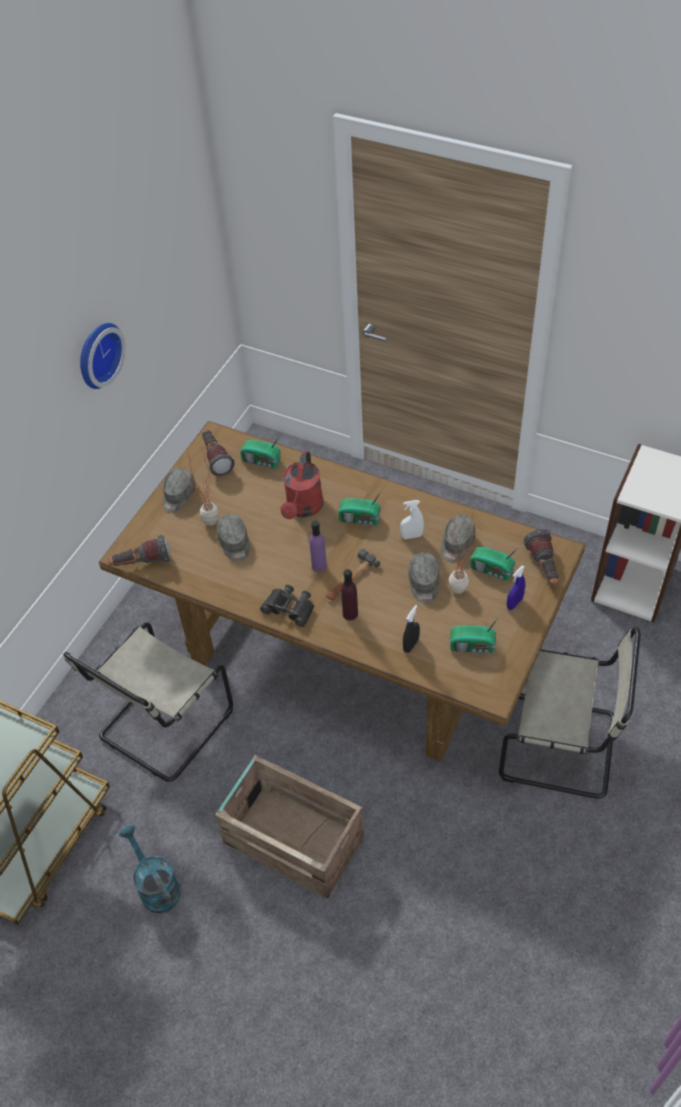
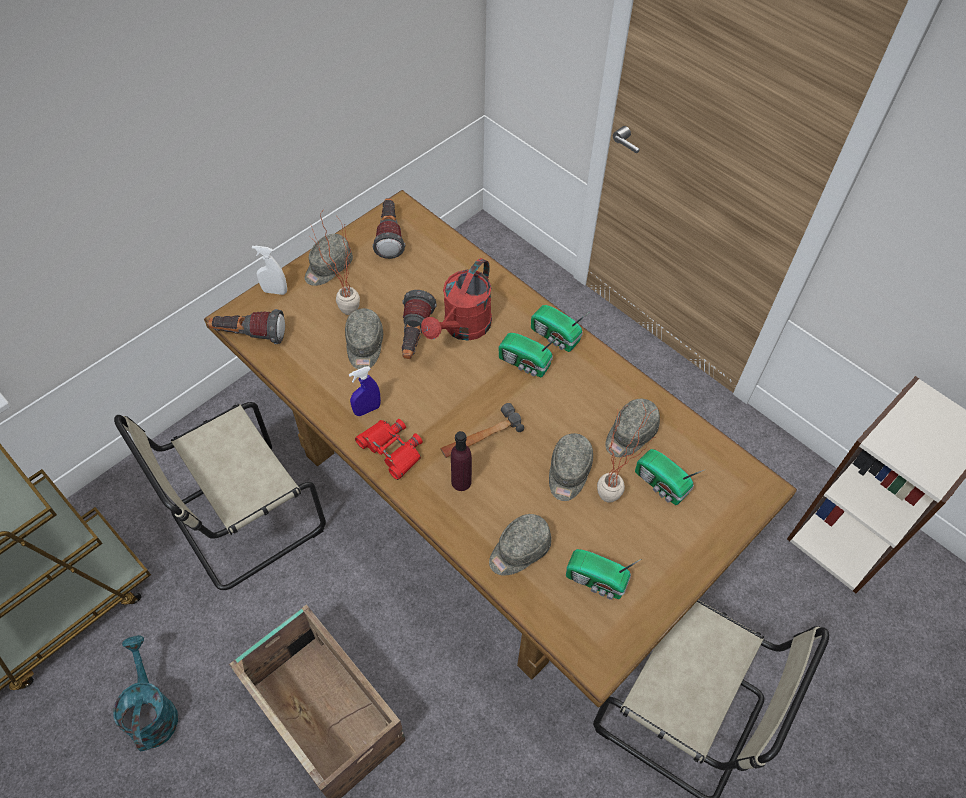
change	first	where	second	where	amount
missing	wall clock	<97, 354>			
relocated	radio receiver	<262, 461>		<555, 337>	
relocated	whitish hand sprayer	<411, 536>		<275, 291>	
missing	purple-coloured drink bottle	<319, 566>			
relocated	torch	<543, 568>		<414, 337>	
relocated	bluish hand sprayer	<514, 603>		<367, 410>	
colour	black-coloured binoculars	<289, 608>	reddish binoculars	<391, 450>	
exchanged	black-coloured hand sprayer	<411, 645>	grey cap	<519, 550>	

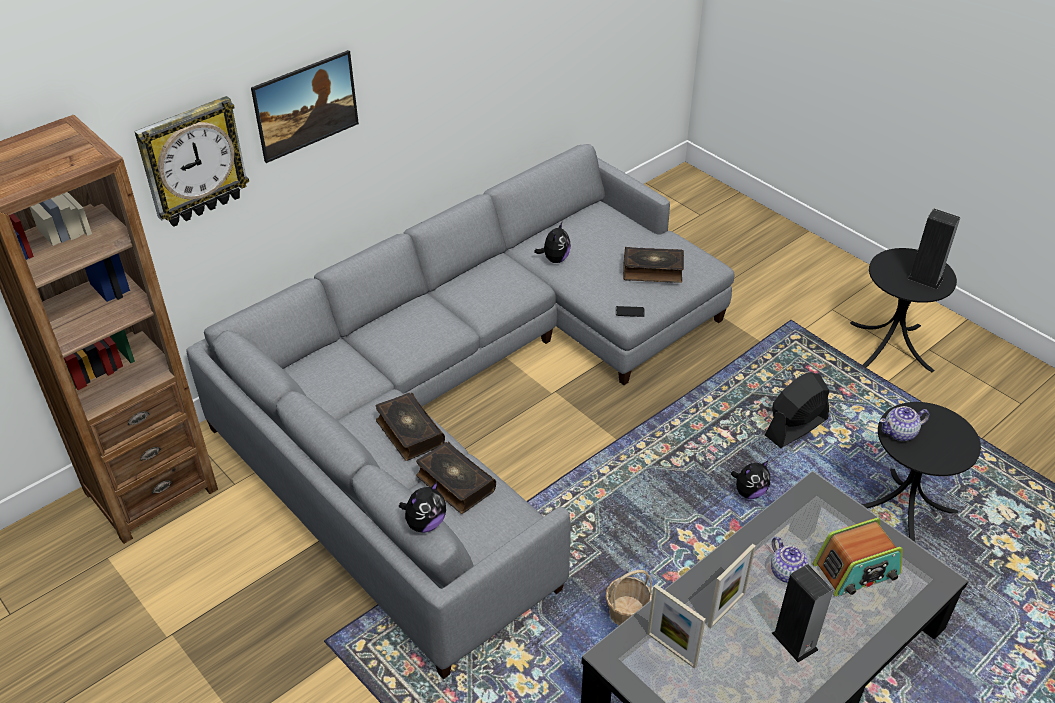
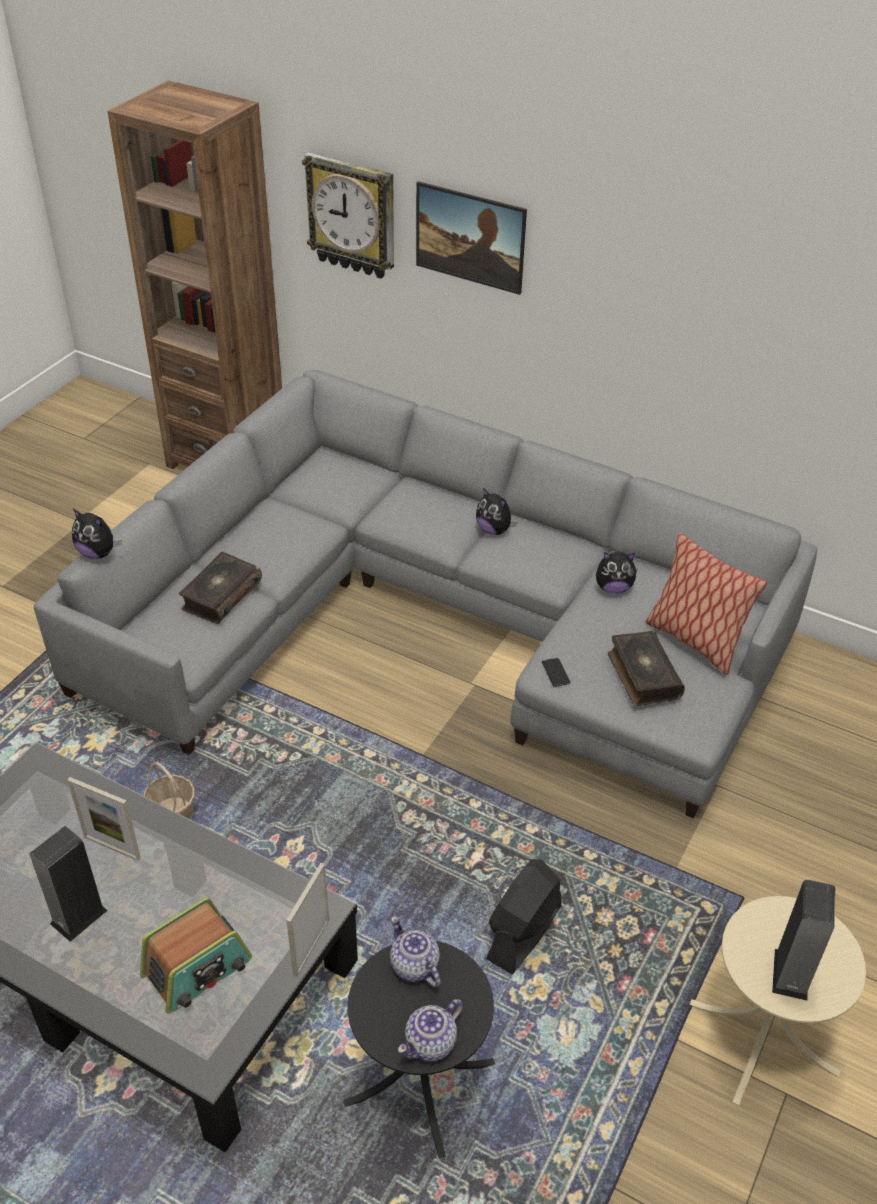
change	first	where	second	where	amount
colour	black-coloured end table	<891, 346>	beige-coloured end table	<761, 1037>	
spun	black-coloured fan	<795, 428>		<523, 933>	90 degrees counterclockwise
missing	volume	<409, 433>			
relocated	plush toy	<749, 492>		<494, 530>	
spun	radio receiver	<856, 570>		<197, 968>	90 degrees counterclockwise
relocated	teapot	<787, 572>		<431, 1043>	
relocated	picture frame	<671, 649>		<311, 947>	
appeared			throw pillow	<694, 640>	

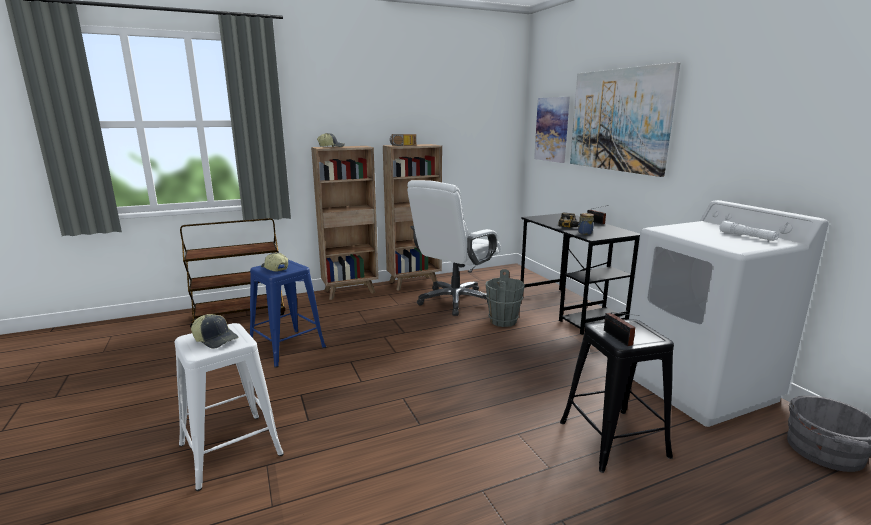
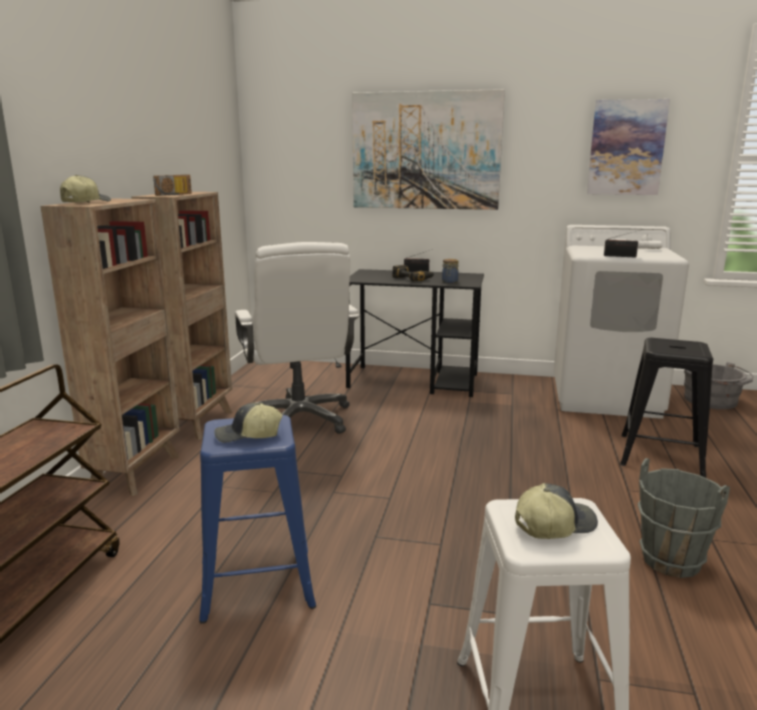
change	first	where	second	where	amount
relocated	wall picture	<552, 129>		<626, 148>	
relocated	grey water bucket	<503, 321>		<671, 560>	
relocated	radio receiver	<618, 338>		<621, 256>	

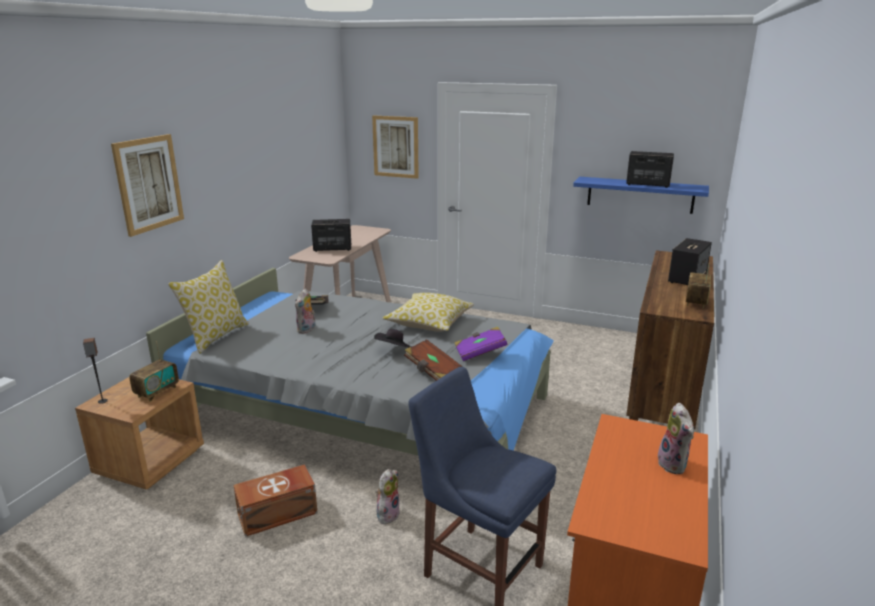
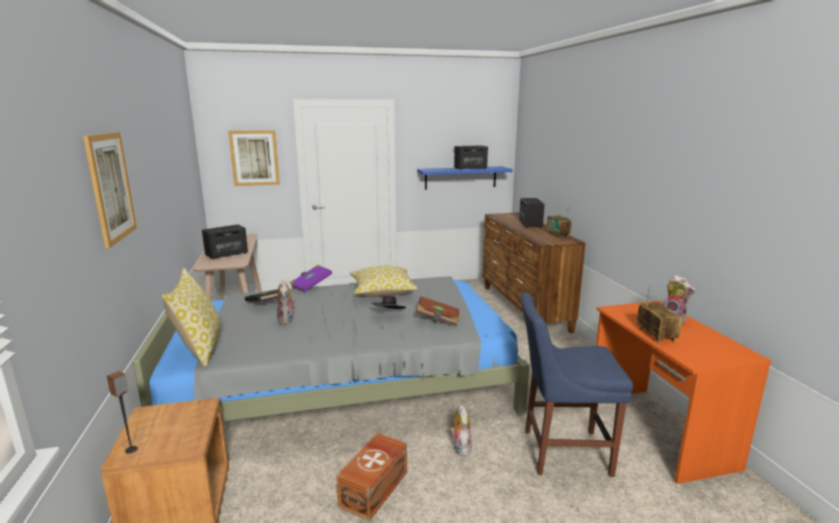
change	first	where	second	where	amount
relocated	purple-coloured volume	<480, 353>		<311, 285>	
relocated	radio receiver	<157, 392>		<656, 335>	

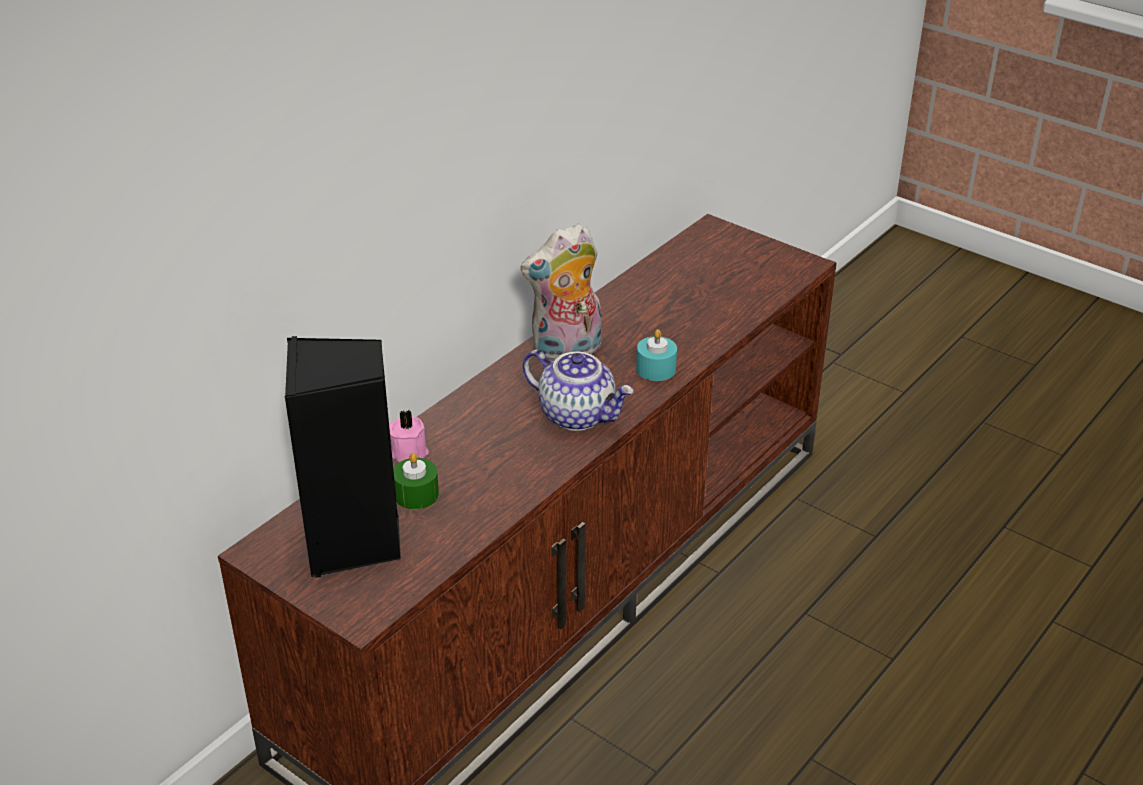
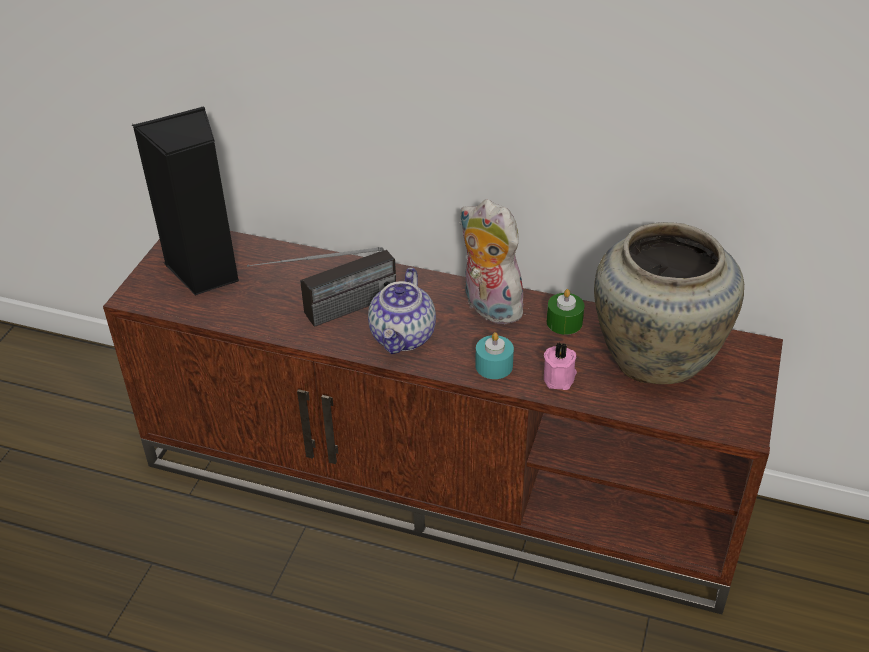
change	first	where	second	where	amount
relocated	pinkish candle	<409, 452>		<560, 378>	
relocated	green-coloured candle	<416, 494>		<564, 322>	
appeared			beige-coloured flower vase	<656, 355>	
appeared			radio receiver	<329, 314>	

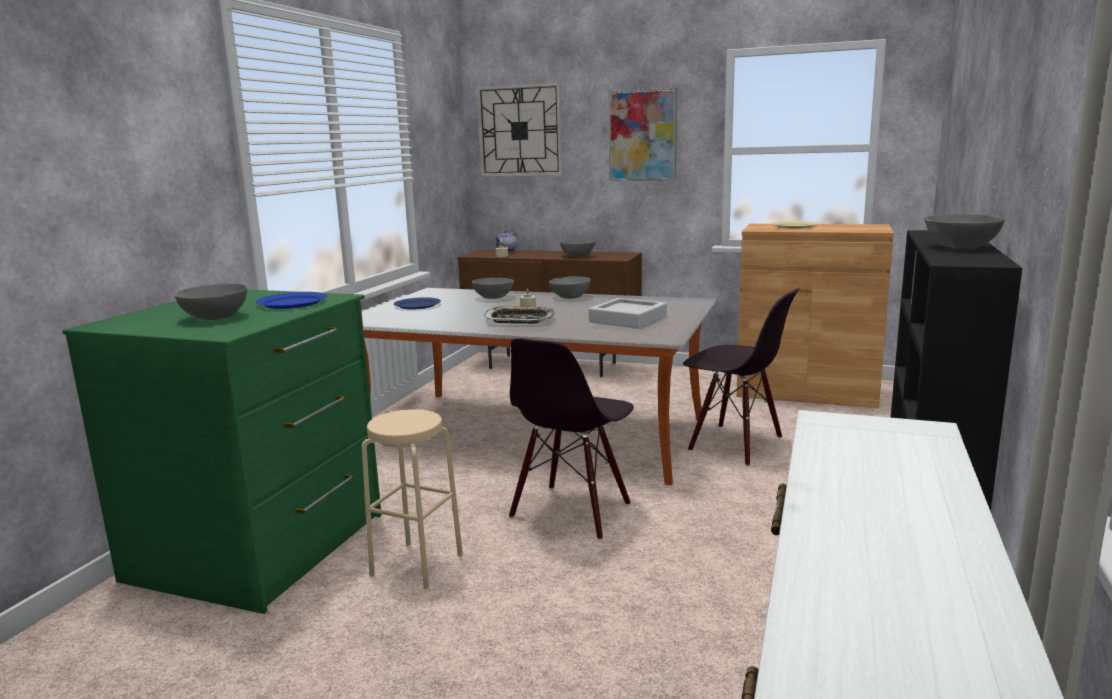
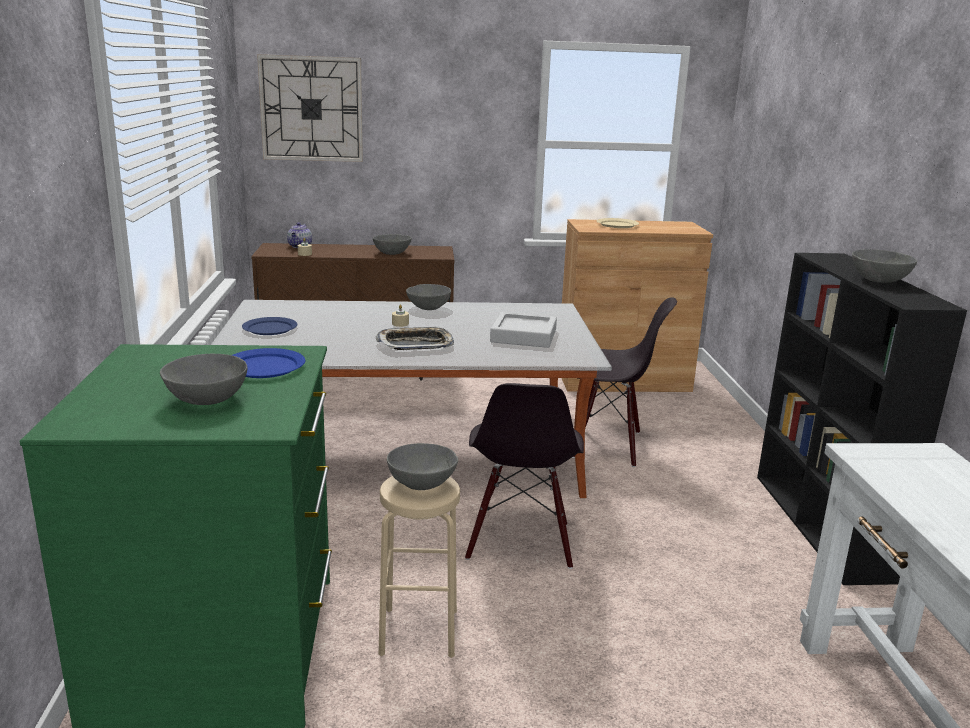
change	first	where	second	where	amount
missing	wall picture	<642, 135>			
relocated	grey deep dish	<493, 297>		<422, 483>	

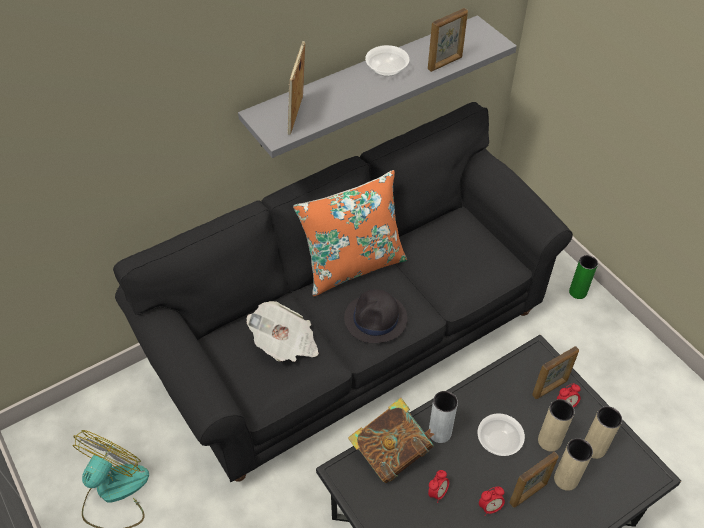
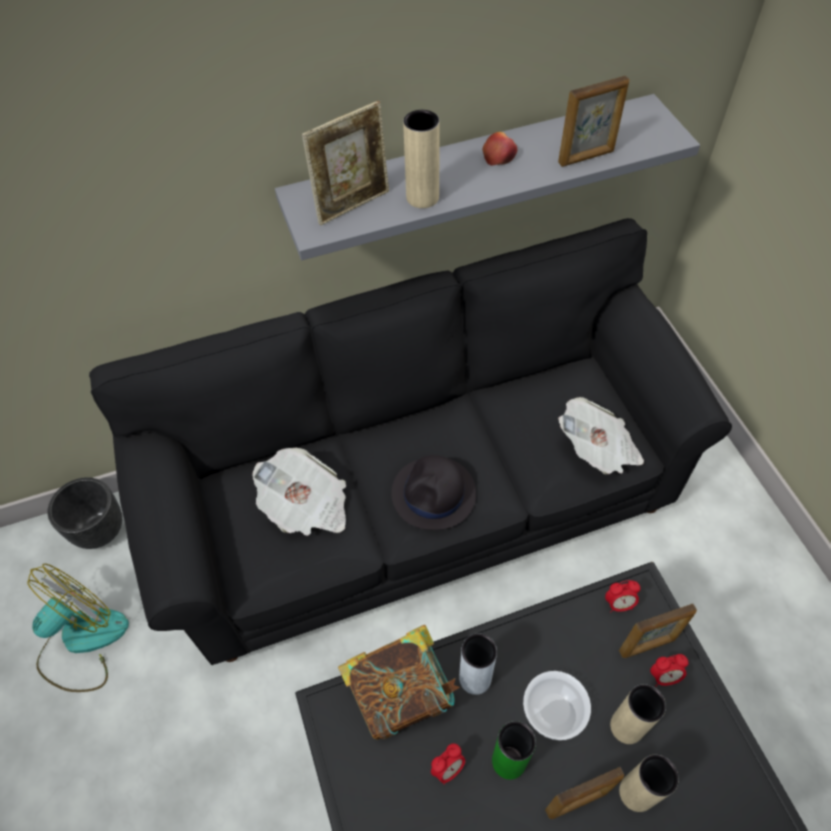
change	first	where	second	where	amount
spun	picture frame	<298, 116>		<353, 205>	150 degrees counterclockwise
exchanged	deep dish	<386, 69>	apple fruit	<499, 155>	
missing	orangey throw pillow	<352, 265>			
relocated	green-coloured flower vase	<577, 292>		<509, 761>	
relocated	beige-coloured flower vase	<594, 448>		<422, 197>	
relocated	alarm clock	<490, 507>		<619, 604>	
appeared			daily paper	<598, 450>	
appeared			black-coloured planter	<100, 529>	

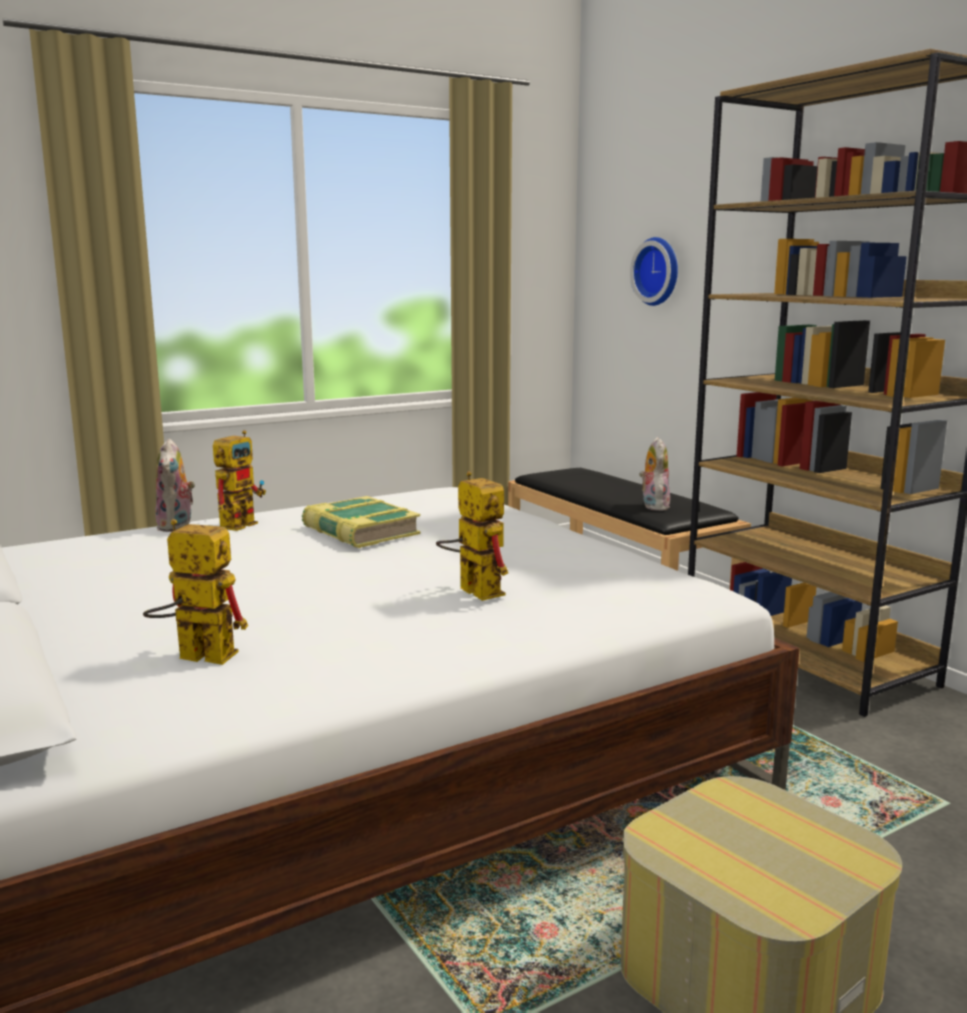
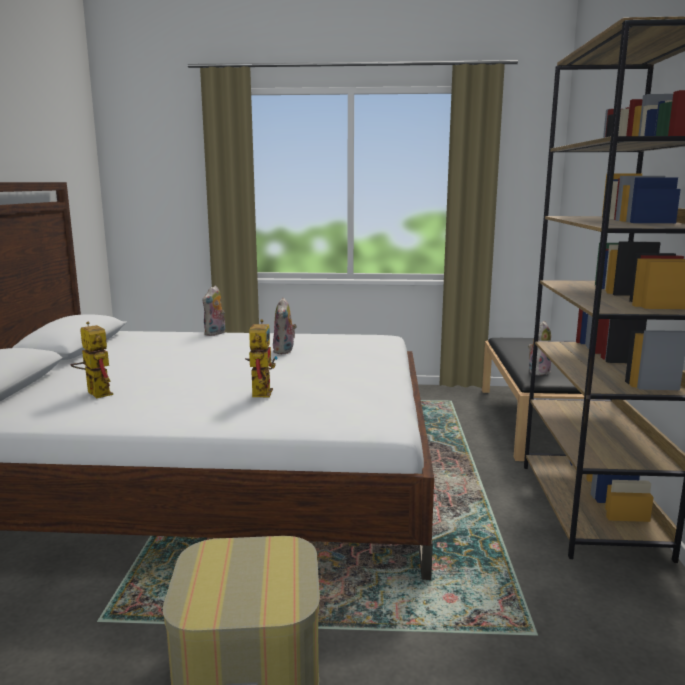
change	first	where	second	where	amount
missing	wall clock	<658, 271>			
missing	model robot	<241, 523>			
exchanged	volume	<360, 532>	plush toy	<285, 351>	

